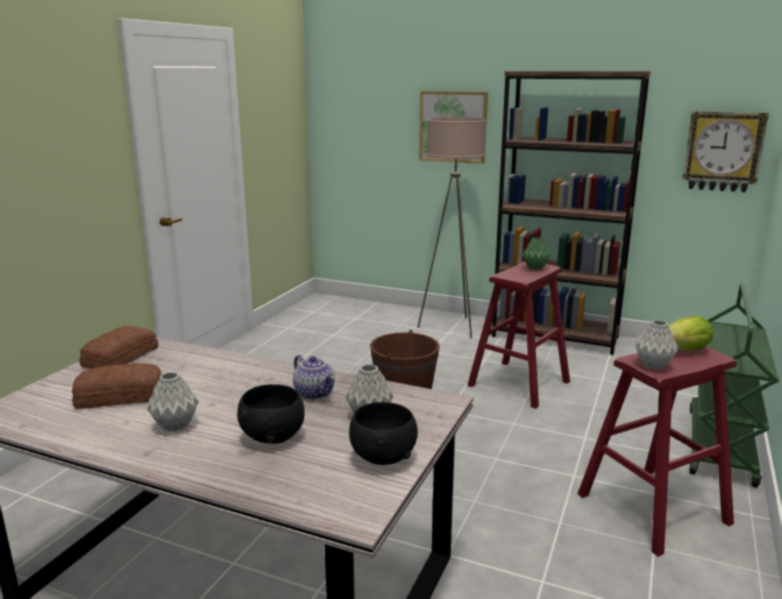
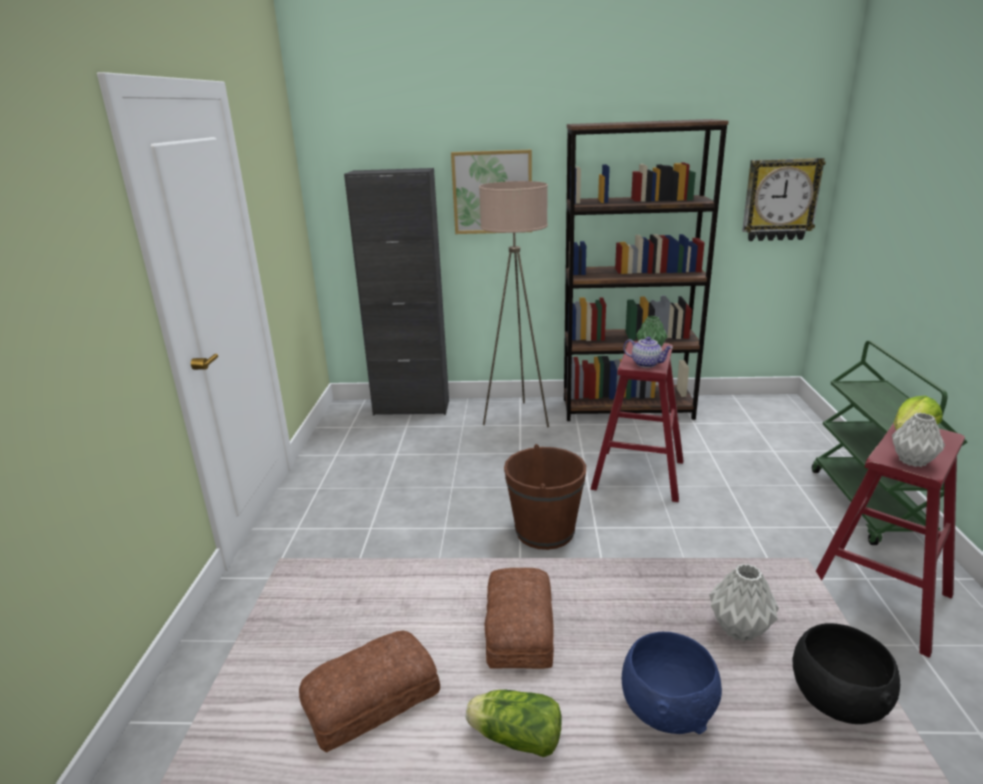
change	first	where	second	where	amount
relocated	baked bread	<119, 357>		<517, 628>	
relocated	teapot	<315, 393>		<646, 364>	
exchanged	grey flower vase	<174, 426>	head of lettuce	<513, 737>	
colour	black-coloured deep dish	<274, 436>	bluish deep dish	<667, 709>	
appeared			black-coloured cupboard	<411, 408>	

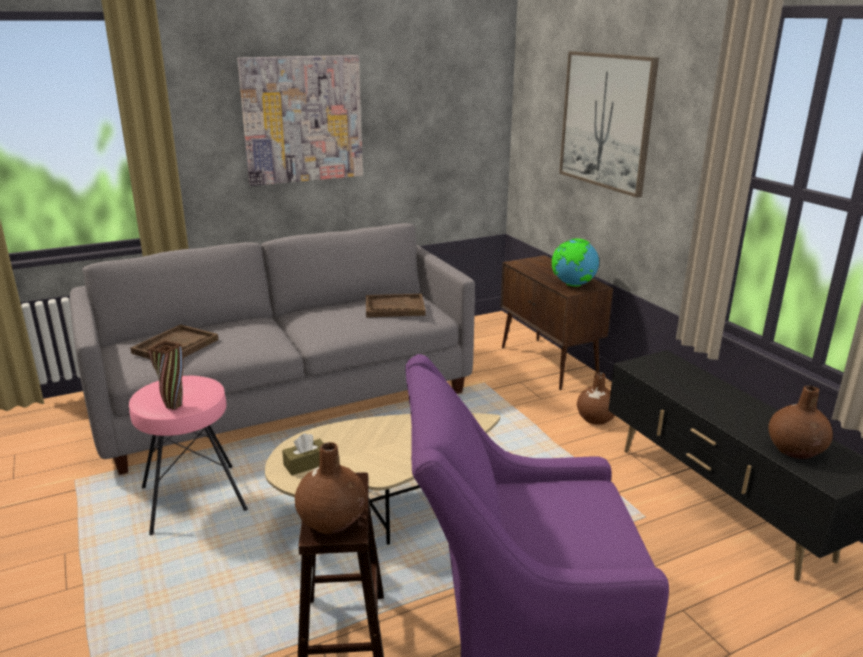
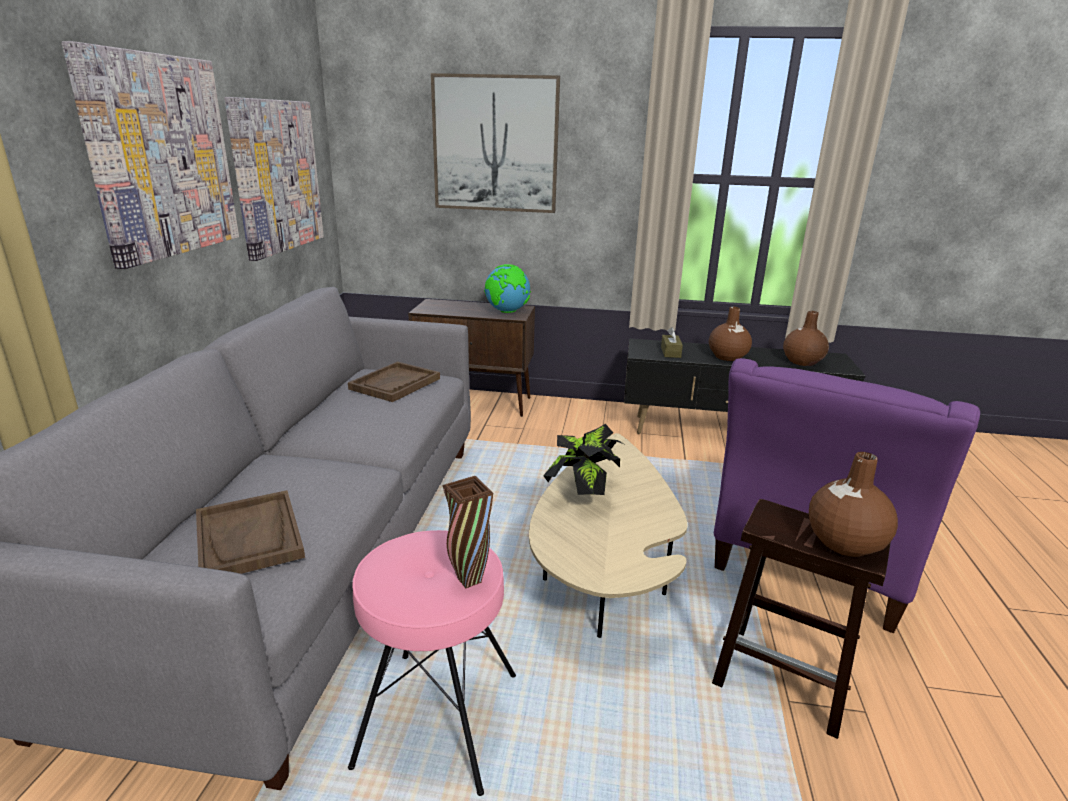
change	first	where	second	where	amount
relocated	brownish flower vase	<595, 418>		<727, 357>	
relocated	brownish tissue box	<306, 464>		<670, 352>	
appeared			wall picture	<276, 176>	
appeared			potted plant	<584, 496>	

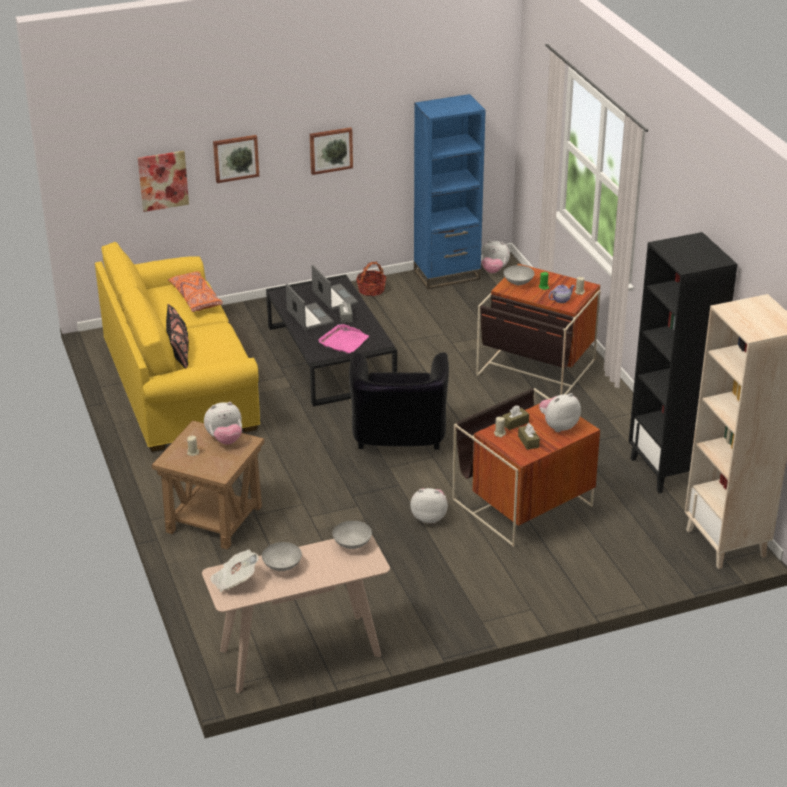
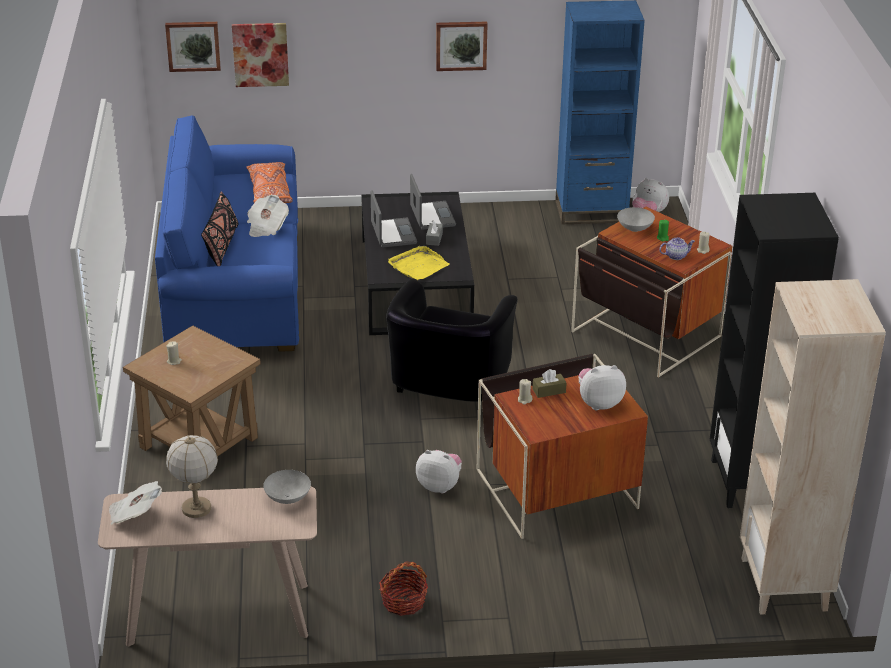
change	first	where	second	where	amount
relocated	wall picture	<235, 158>		<193, 45>	
colour	yellowish sofa	<179, 384>	bluish sofa	<235, 286>	
relocated	storage basket	<371, 290>		<403, 602>	
colour	pinkish serving tray	<343, 341>	yellowish serving tray	<418, 266>	
missing	plush toy	<225, 439>			
missing	brownish tissue box	<528, 441>			
exchanged	grey deep dish	<283, 566>	table lamp	<196, 508>	
appeared			daily paper	<266, 227>	

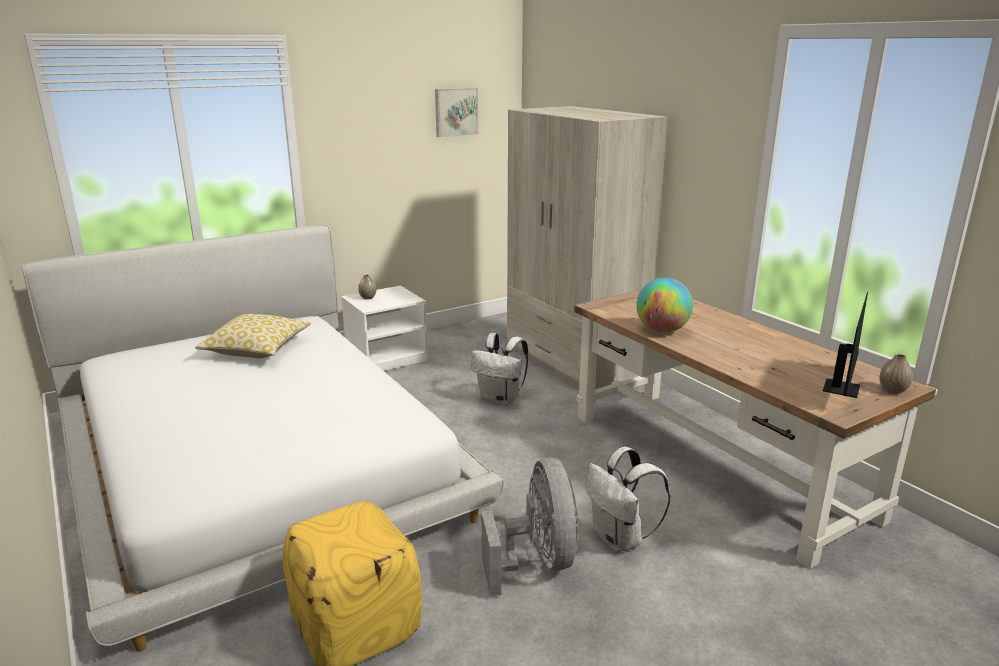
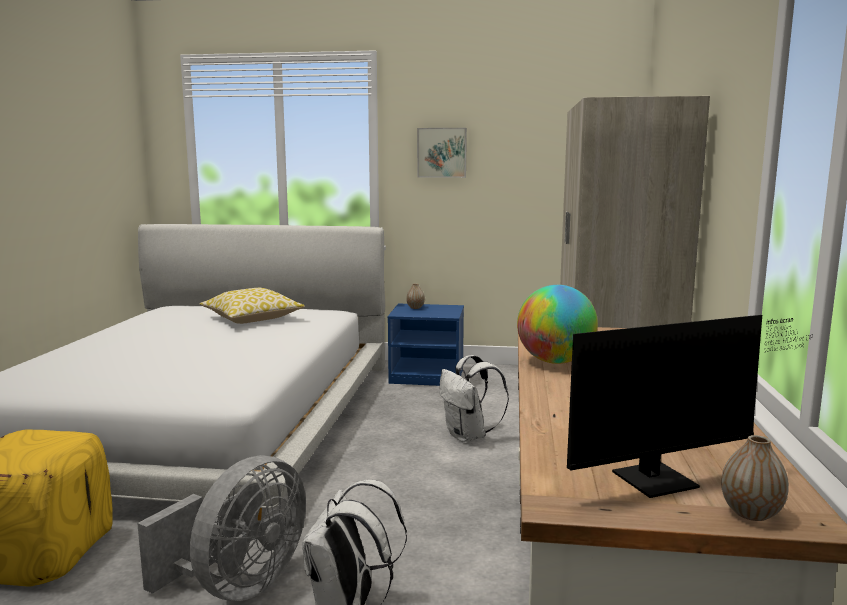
change	first	where	second	where	amount
relocated	wall picture	<455, 112>		<442, 152>	
colour	whitish bedside table	<387, 358>	bluish bedside table	<428, 376>	

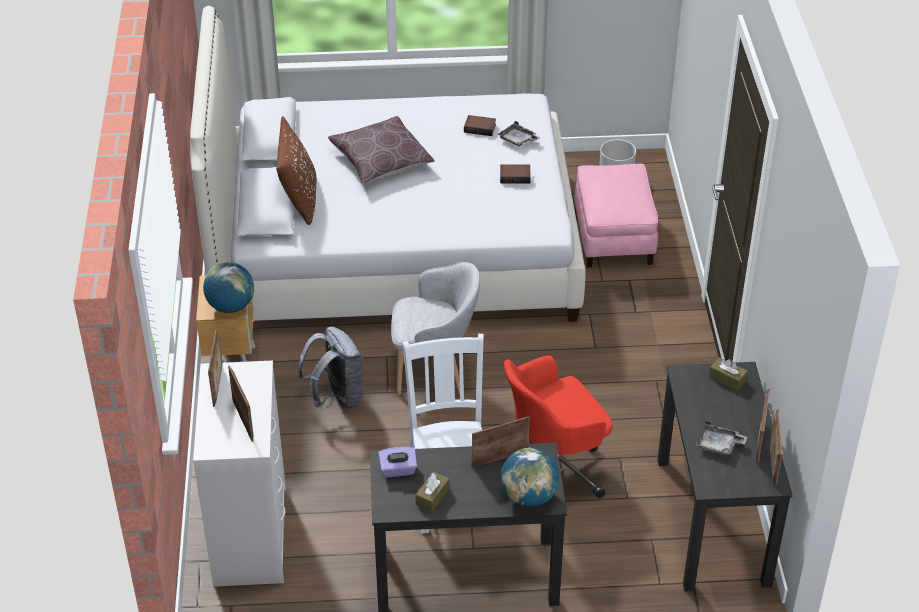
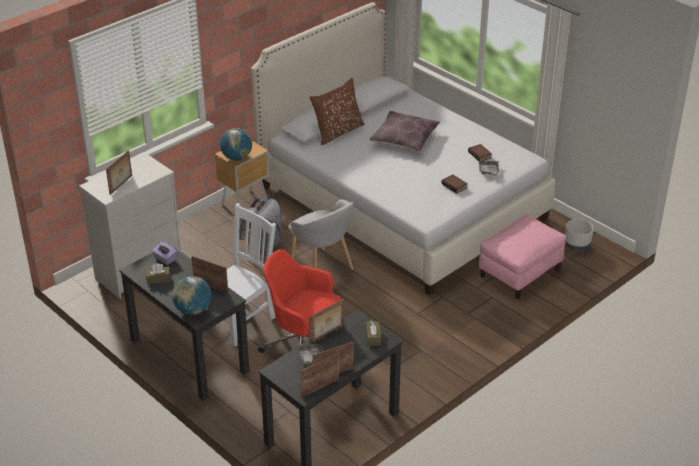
change	first	where	second	where	amount
relocated	picture frame	<218, 385>		<327, 334>	

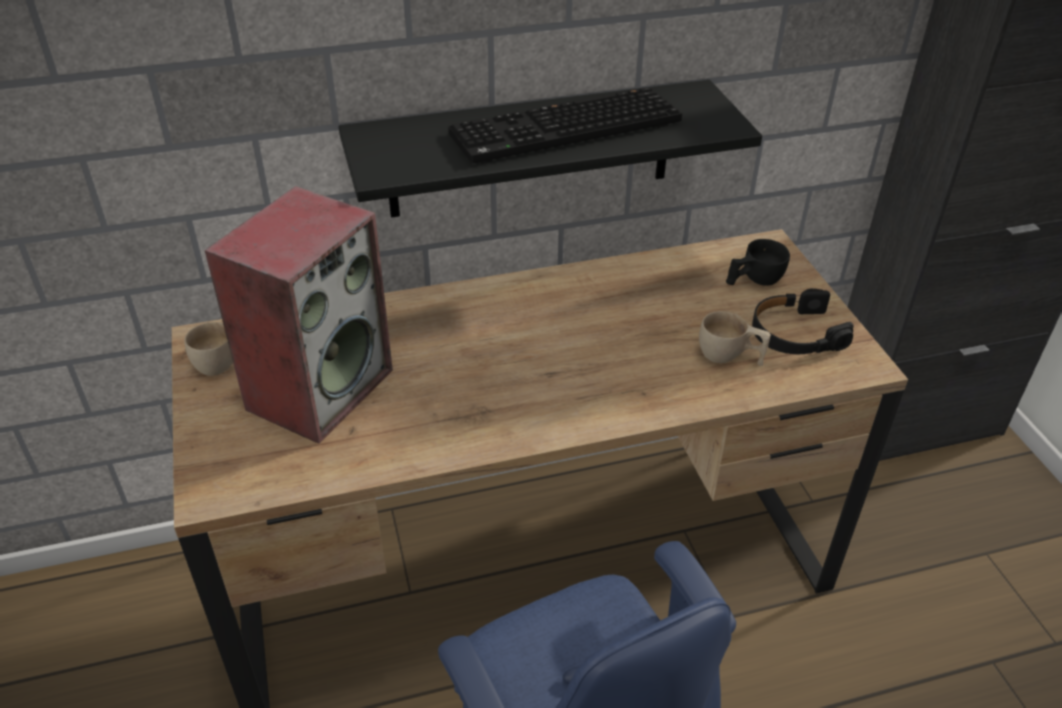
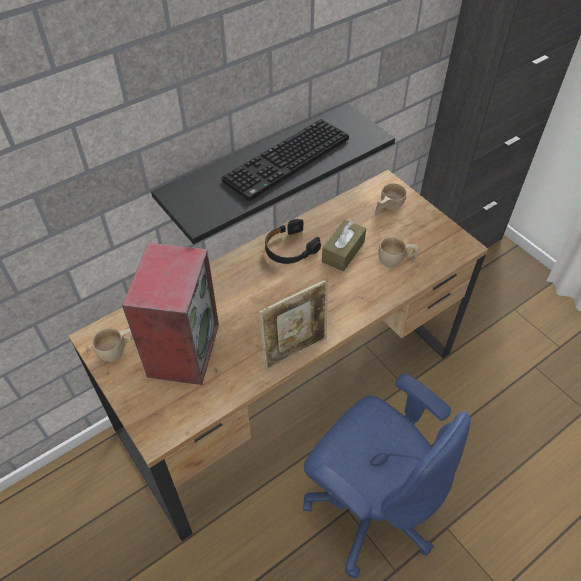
change	first	where	second	where	amount
colour	black-coloured small cup	<753, 280>	beige-coloured small cup	<387, 208>	
relocated	black-coloured pair of headphones	<795, 334>		<290, 248>	
appeared			brownish tissue box	<343, 252>	
appeared			picture frame	<295, 351>	

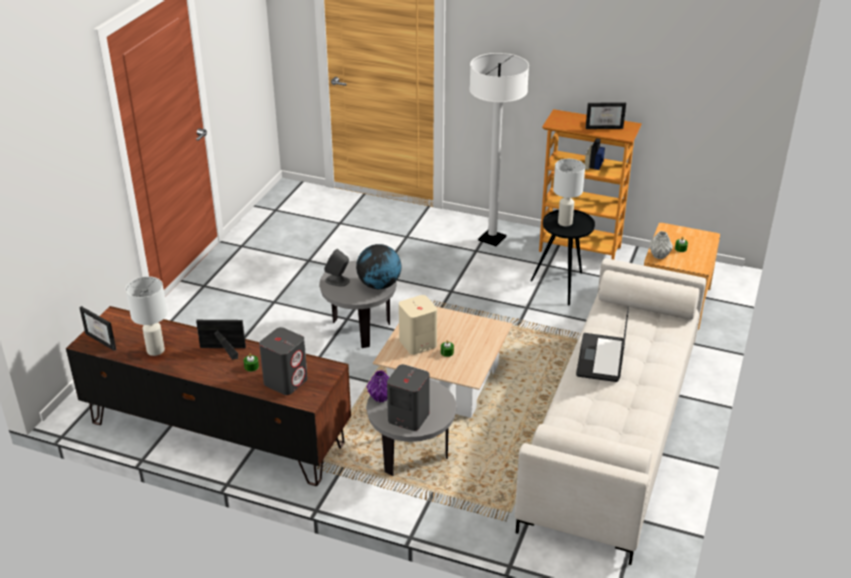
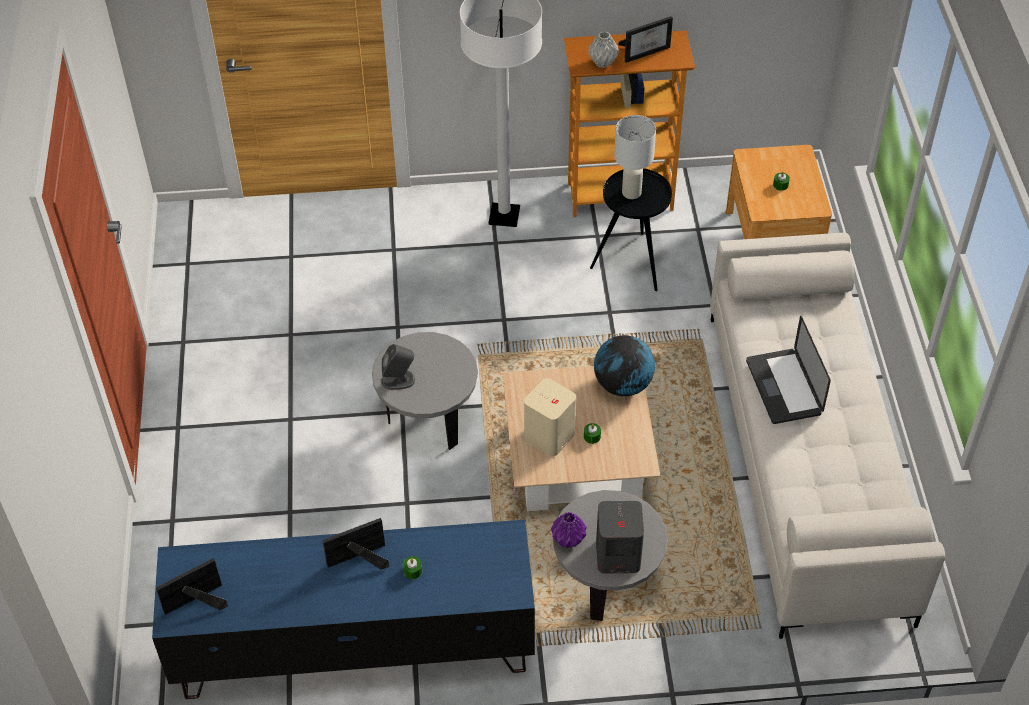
change	first	where	second	where	amount
relocated	grey flower vase	<659, 256>		<603, 63>	
relocated	world globe	<379, 285>		<623, 385>	
missing	whitish table lamp	<156, 350>			
colour	brownish tv stand	<216, 432>	bluish tv stand	<353, 647>	
spun	picture frame	<105, 340>		<194, 604>	135 degrees clockwise
missing	grey loudspeaker	<286, 381>			

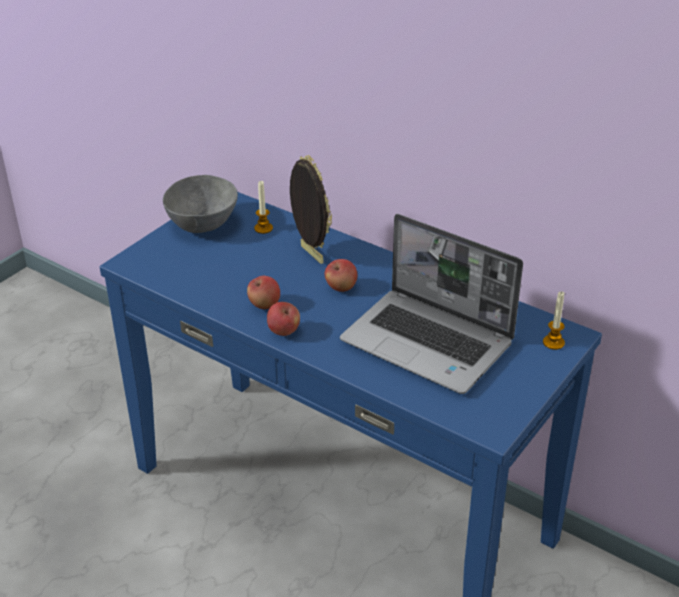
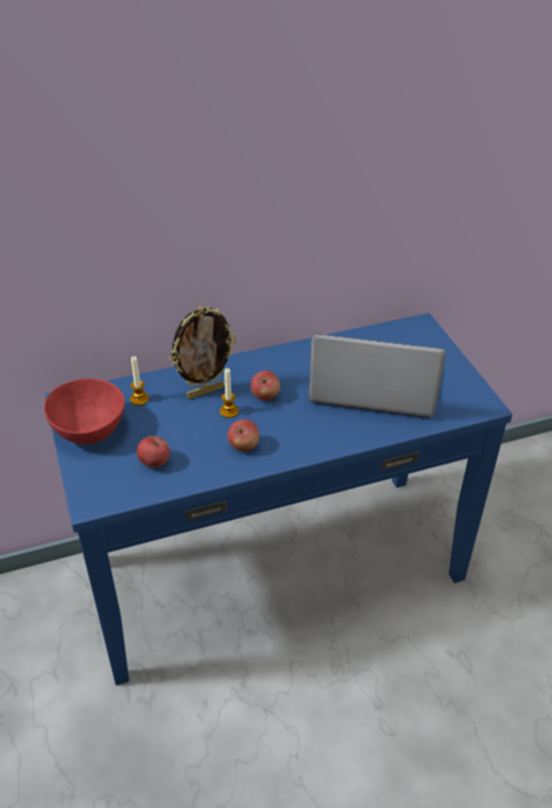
change	first	where	second	where	amount
spun	picture frame	<310, 254>		<205, 391>	150 degrees clockwise
colour	grey deep dish	<203, 223>	reddish deep dish	<89, 429>	
spun	laptop	<429, 343>		<372, 387>	150 degrees counterclockwise
relocated	candle	<553, 342>		<229, 411>	
relocated	apple fruit	<283, 331>		<154, 462>	

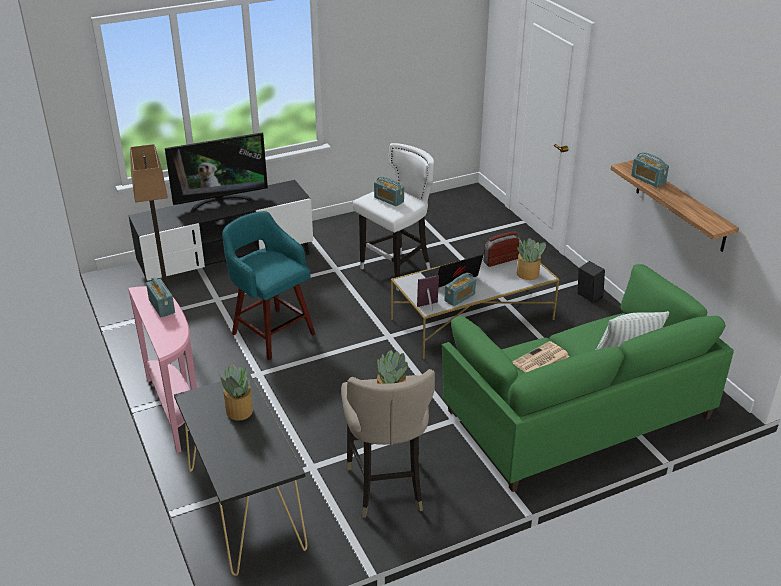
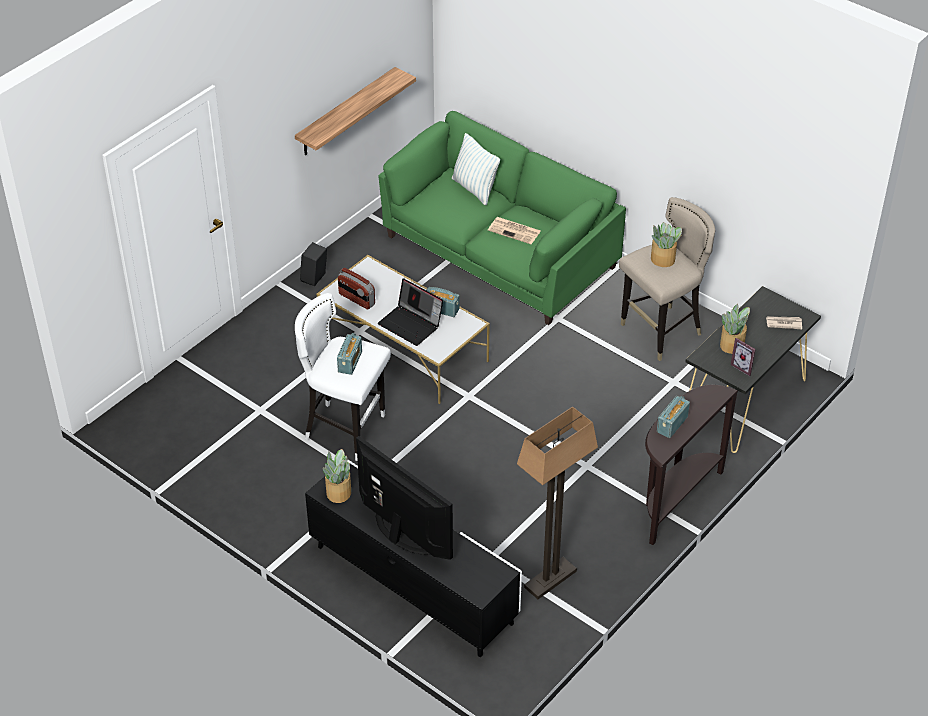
change	first	where	second	where	amount
missing	radio receiver	<648, 179>			
missing	turquoise stool seat	<272, 332>			
relocated	potted plant	<528, 274>		<339, 492>	
relocated	picture frame	<429, 307>		<744, 367>	
colour	pinkish console table	<176, 409>	brownish console table	<675, 500>	
appeared			daily paper	<783, 323>	

